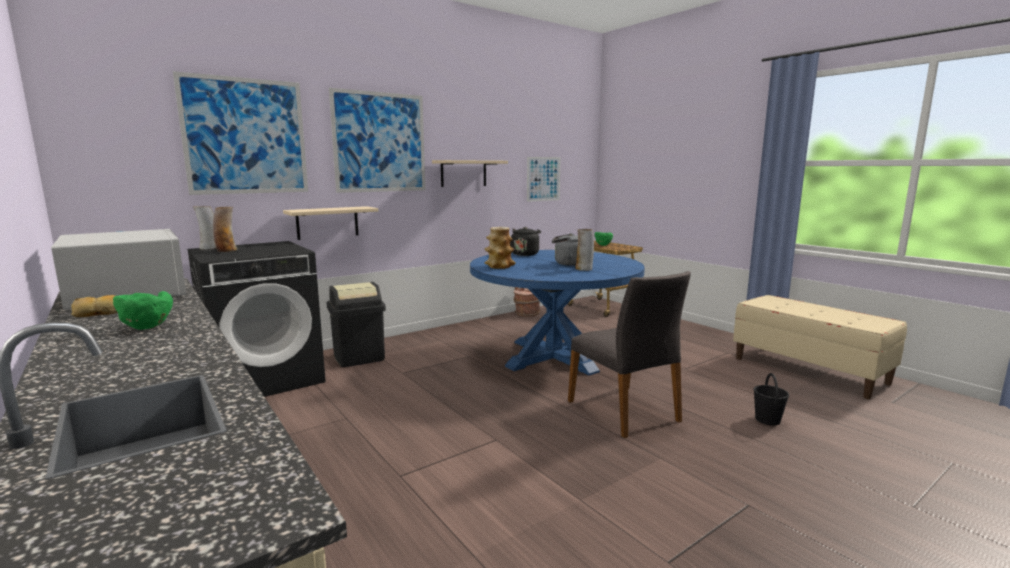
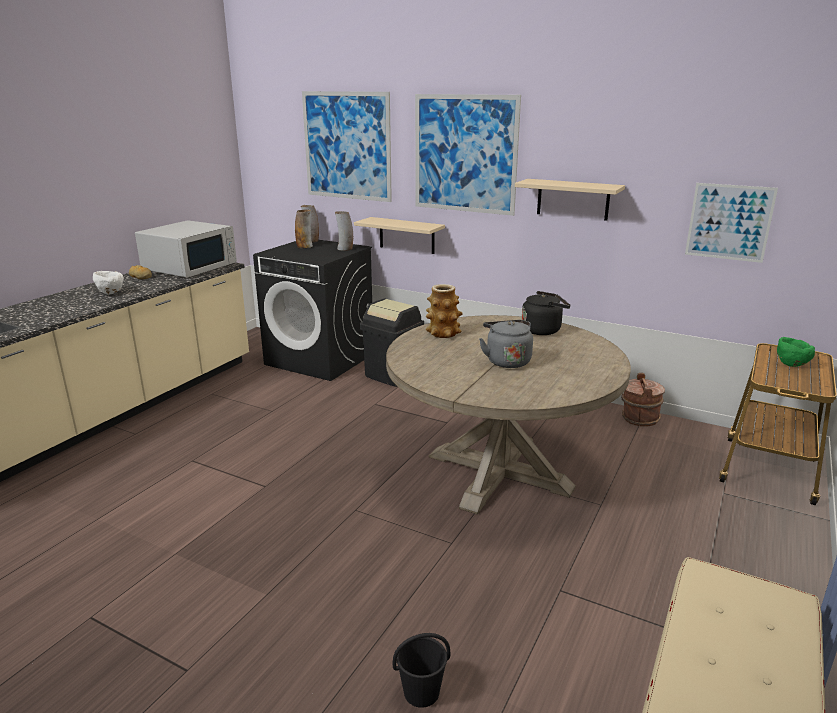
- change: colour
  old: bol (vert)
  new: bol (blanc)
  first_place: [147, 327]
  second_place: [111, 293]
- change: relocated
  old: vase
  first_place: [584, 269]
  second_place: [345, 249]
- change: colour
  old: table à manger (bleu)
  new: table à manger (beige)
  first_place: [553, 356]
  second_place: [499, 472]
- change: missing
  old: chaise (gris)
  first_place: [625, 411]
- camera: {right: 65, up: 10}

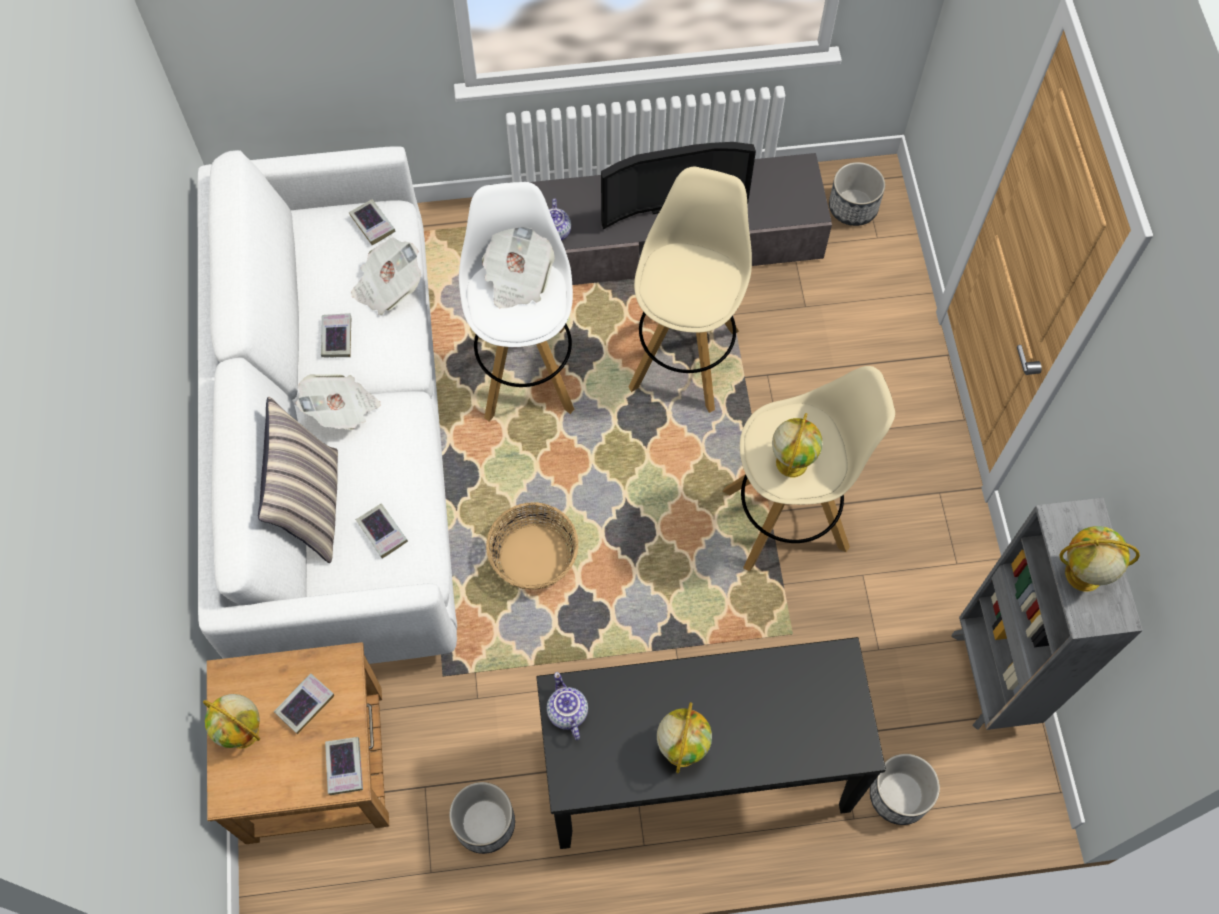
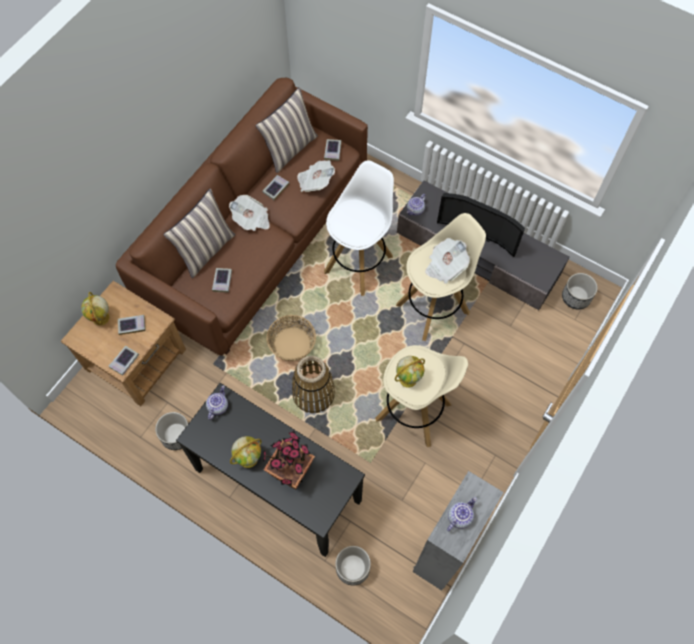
- change: colour
  old: canapé (blanc)
  new: canapé (marron)
  first_place: [342, 446]
  second_place: [257, 240]
- change: appeared
  new: coussin
  second_place: [289, 148]
- change: appeared
  new: plante en pot
  second_place: [291, 473]
- change: appeared
  new: panier
  second_place: [313, 393]
- change: relocated
  old: journal
  first_place: [517, 279]
  second_place: [445, 266]
- change: exchanged
  old: globe
  new: théière
  first_place: [1082, 574]
  second_place: [459, 516]
- camera: {right: 40, up: 0}

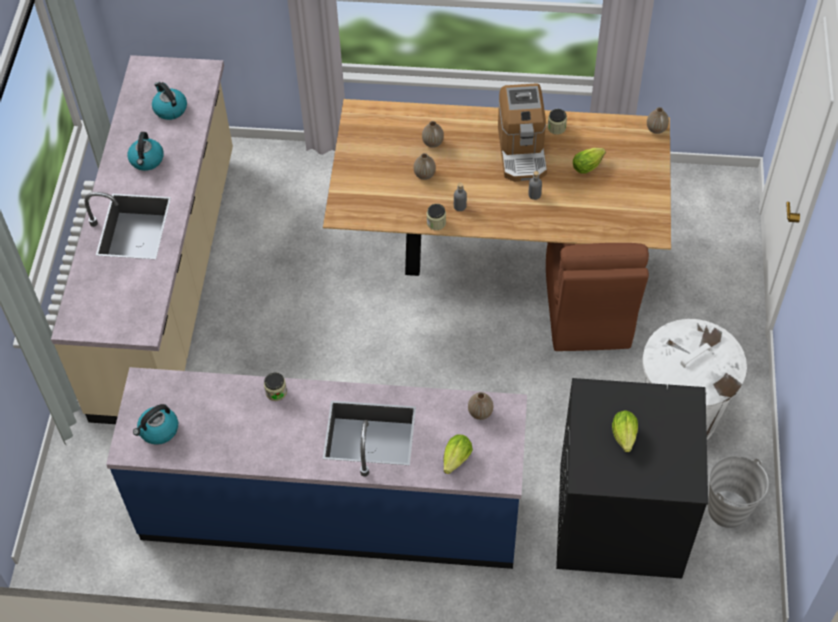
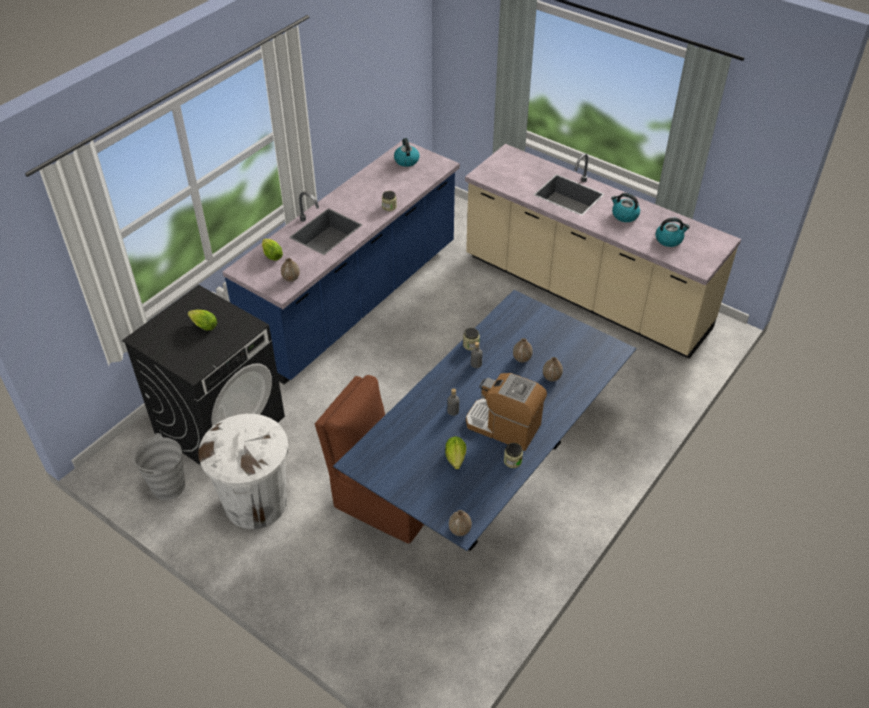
- change: colour
  old: table à manger (marron)
  new: table à manger (bleu)
  first_place: [497, 248]
  second_place: [488, 475]
- camera: {right: 120, up: -10}

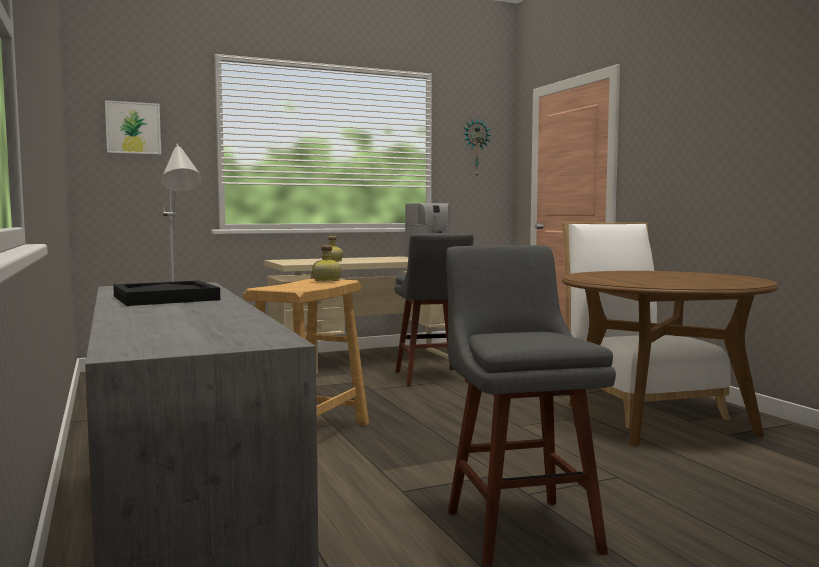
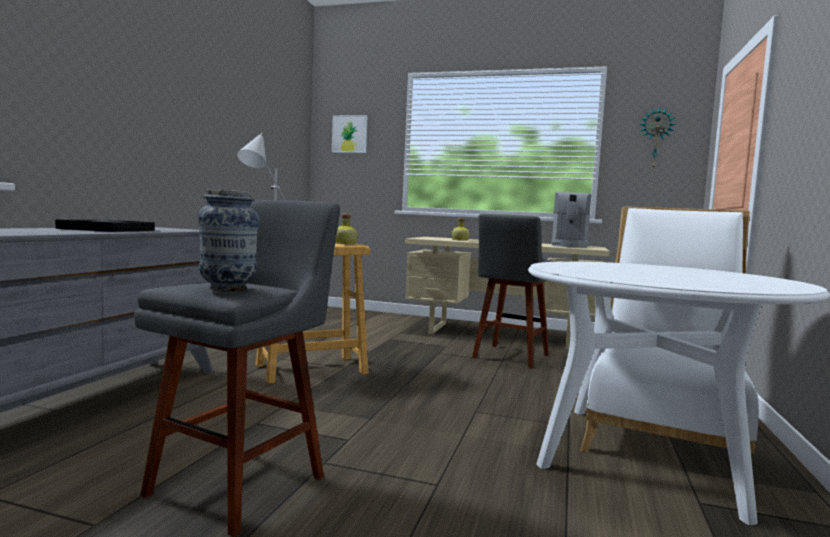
- change: appeared
  new: vase
  second_place: [228, 289]
- change: colour
  old: table à manger (marron)
  new: table à manger (blanc)
  first_place: [659, 419]
  second_place: [646, 455]
- camera: {right: 40, up: 0}

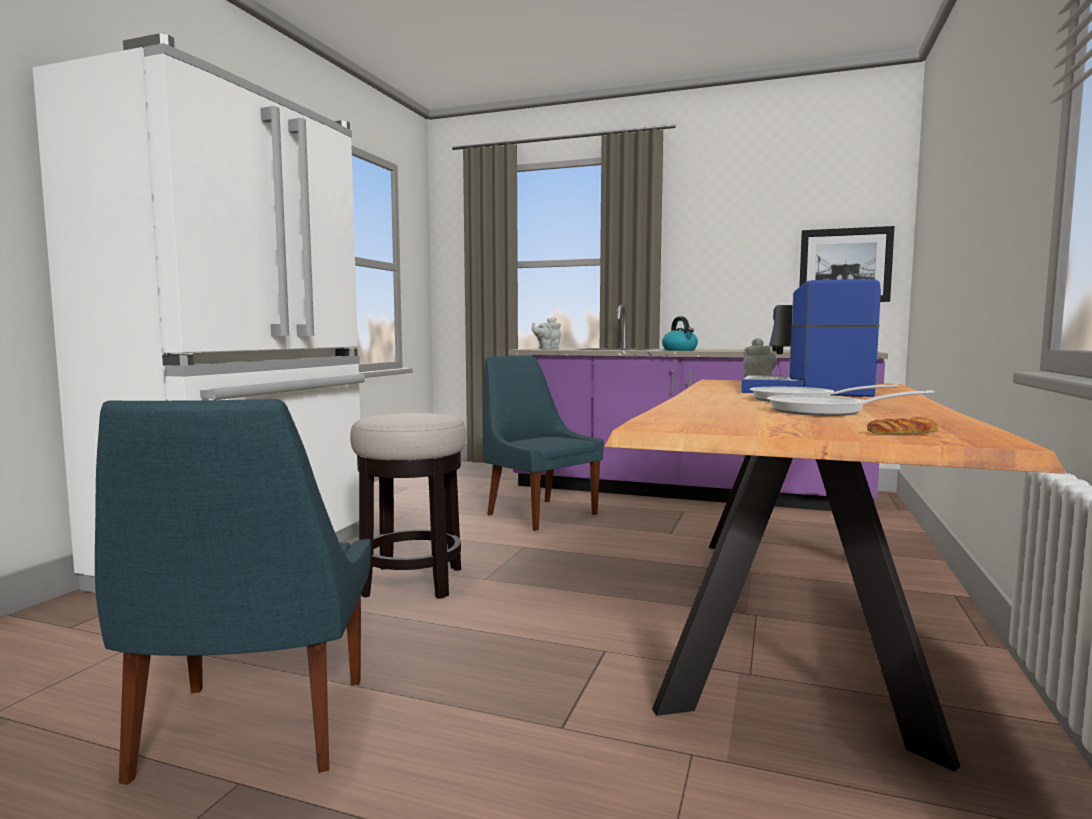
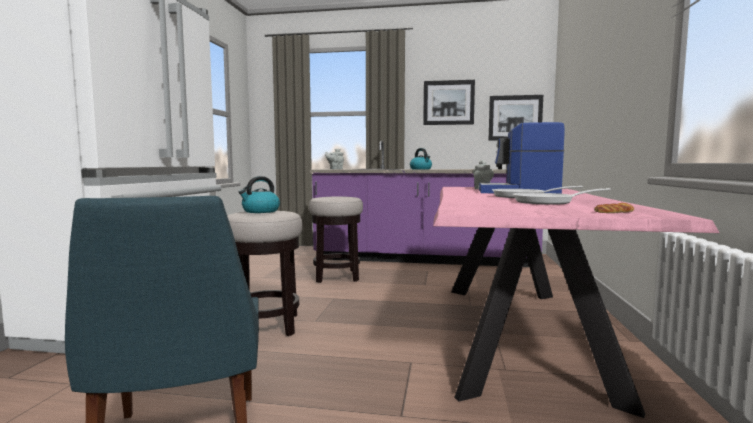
- change: appeared
  new: bouilloire
  second_place: [260, 211]
- change: exchanged
  old: chaise (bleu)
  new: tabouret
  first_place: [539, 514]
  second_place: [336, 276]
- change: appeared
  new: tableau
  second_place: [448, 102]
- change: colour
  old: table à manger (marron)
  new: table à manger (rose)
  first_place: [791, 619]
  second_place: [516, 333]
- camera: {right: -10, up: 0}

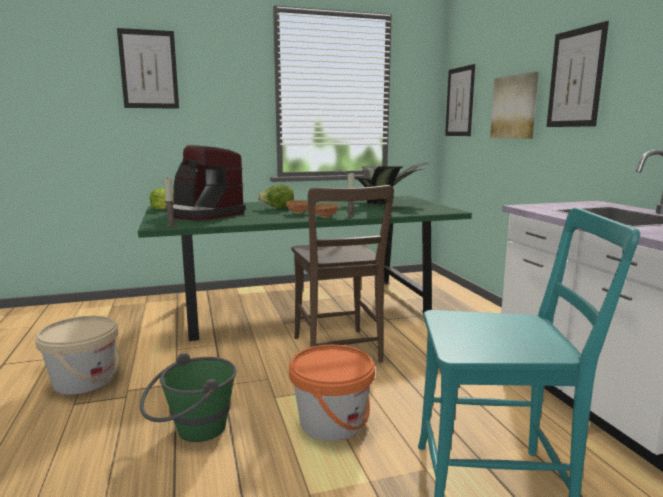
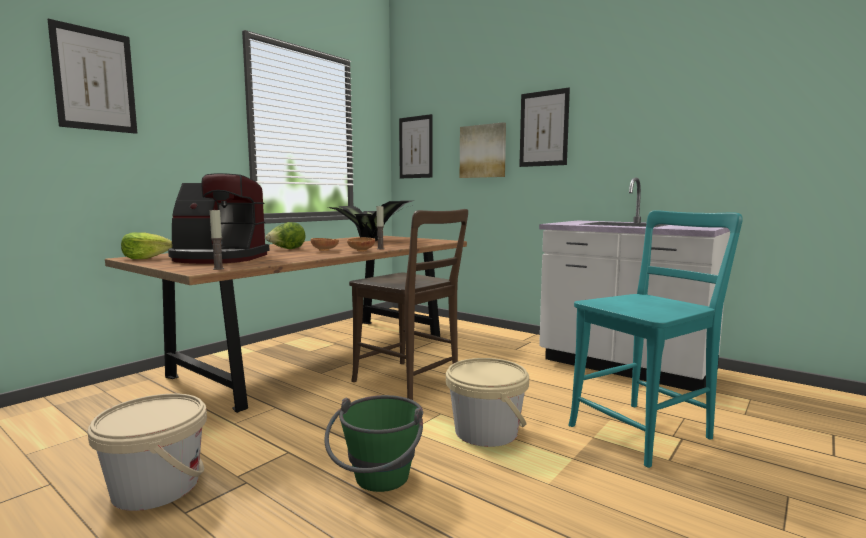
- change: colour
  old: table à manger (vert)
  new: table à manger (marron)
  first_place: [304, 306]
  second_place: [318, 355]
- change: colour
  old: seau (orange)
  new: seau (beige)
  first_place: [332, 421]
  second_place: [486, 431]
- camera: {right: -35, up: -5}

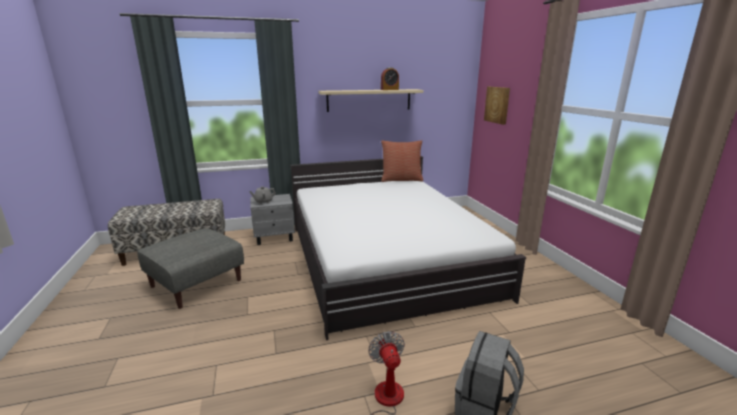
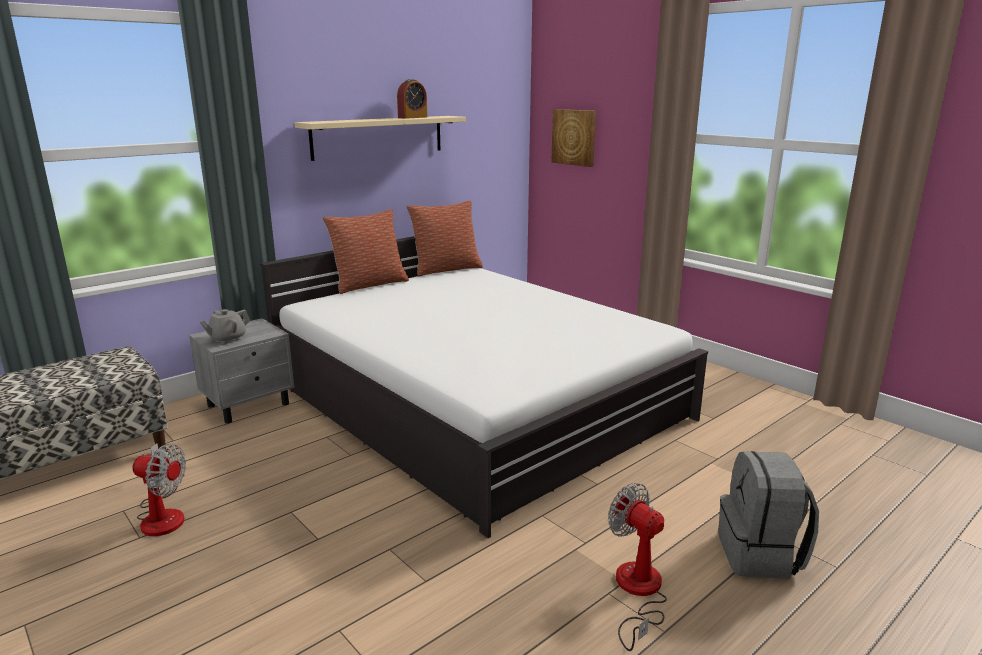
- change: exchanged
  old: pouf (gris)
  new: ventilateur
  first_place: [196, 283]
  second_place: [163, 514]
- change: appeared
  new: coussin
  second_place: [369, 284]
- camera: {right: -25, up: 0}

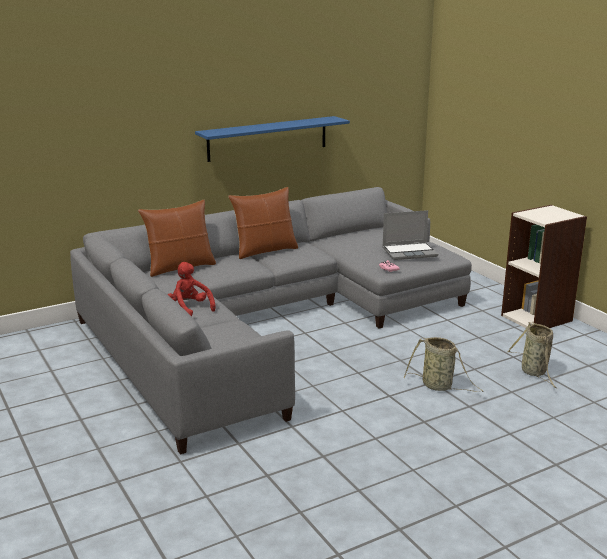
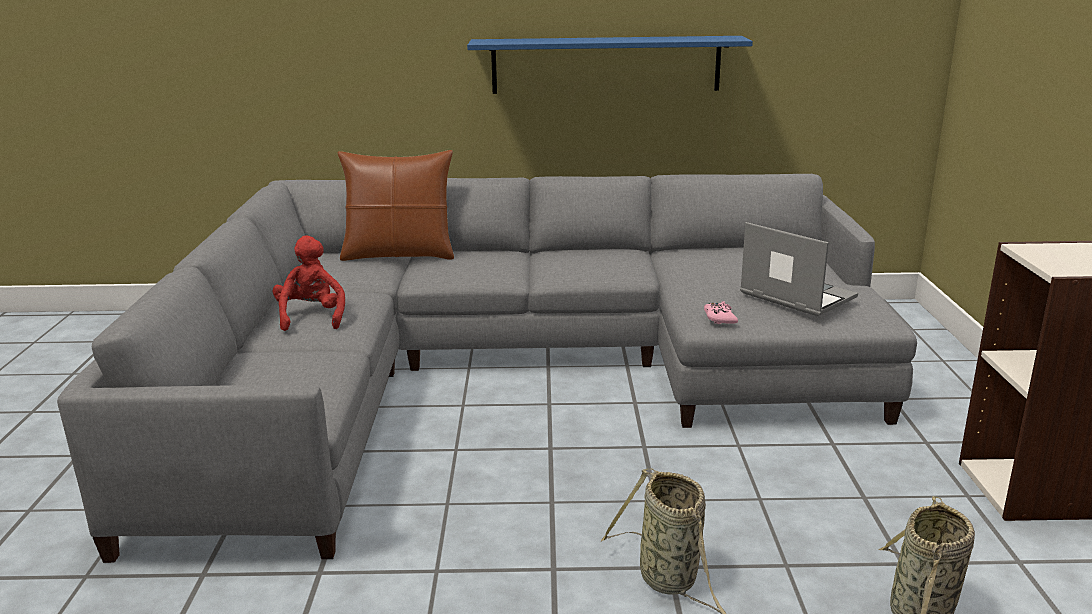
- change: spun
  old: ordinateur portable
  first_place: [410, 252]
  second_place: [795, 296]
  degrees: -150
- change: missing
  old: coussin (marron)
  first_place: [265, 251]
- camera: {right: 30, up: 0}

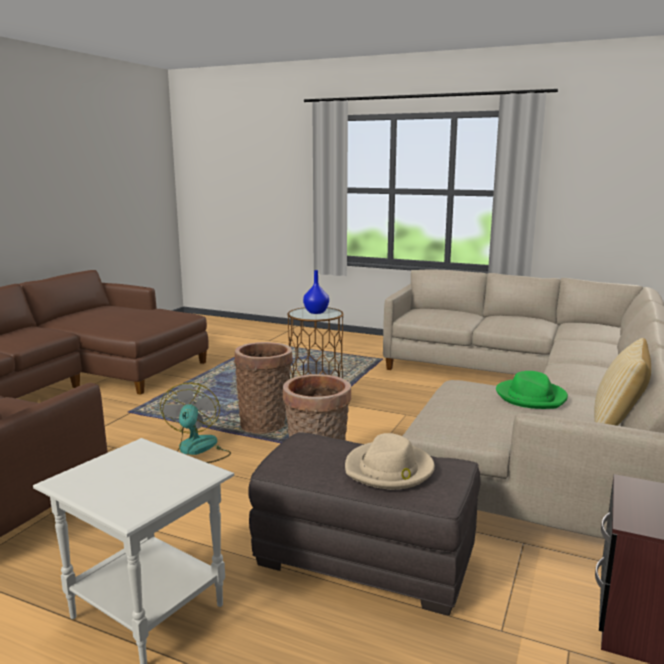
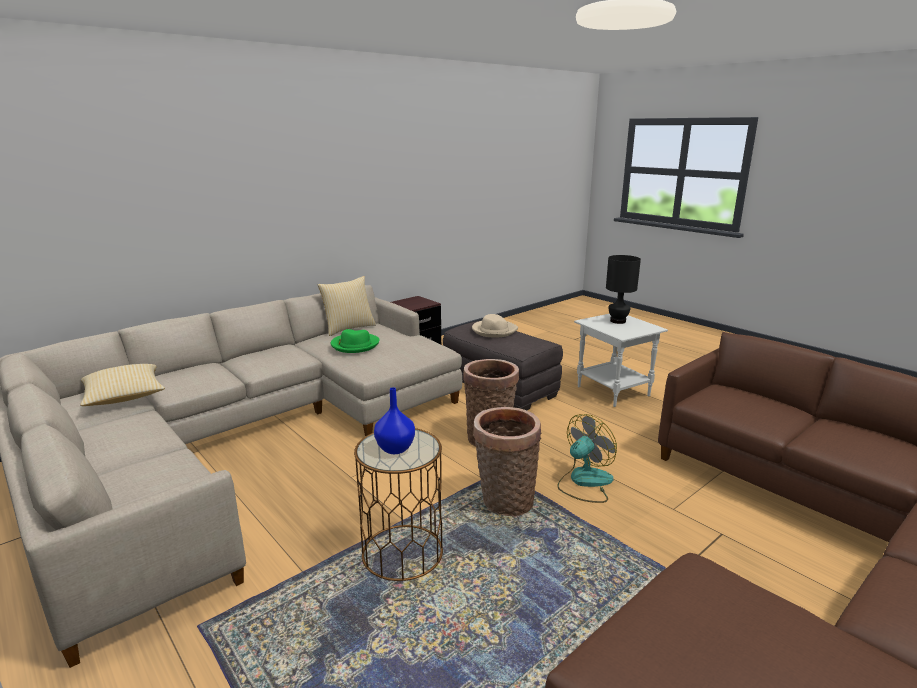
- change: appeared
  new: coussin
  second_place: [124, 397]
- change: spun
  old: ventilateur
  first_place: [197, 450]
  second_place: [584, 482]
  degrees: -150
- change: appeared
  new: lampe de table (noir)
  second_place: [617, 321]
- camera: {right: -155, up: 5}

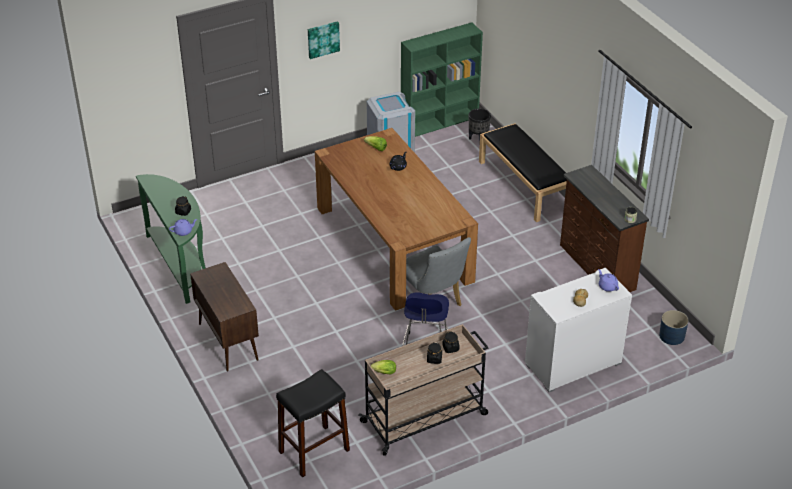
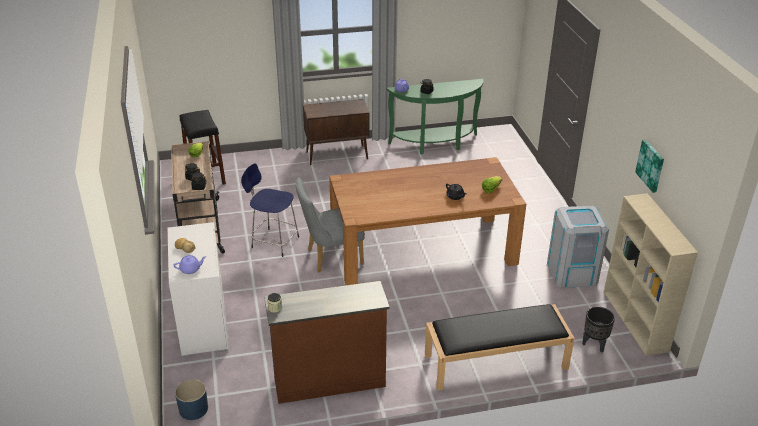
- change: colour
  old: bibliothèque (vert)
  new: bibliothèque (beige)
  first_place: [440, 122]
  second_place: [636, 321]
- change: relocated
  old: tableau
  first_place: [323, 39]
  second_place: [651, 165]
- camera: {right: 105, up: -5}

